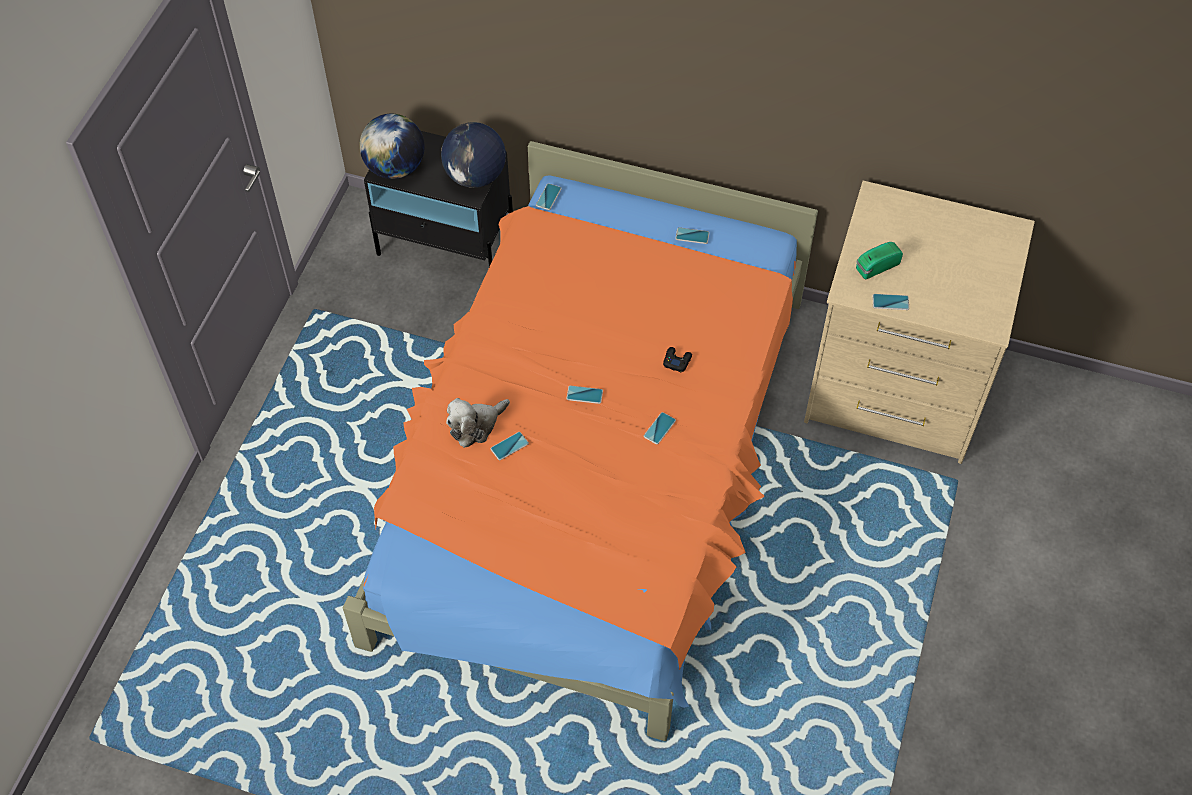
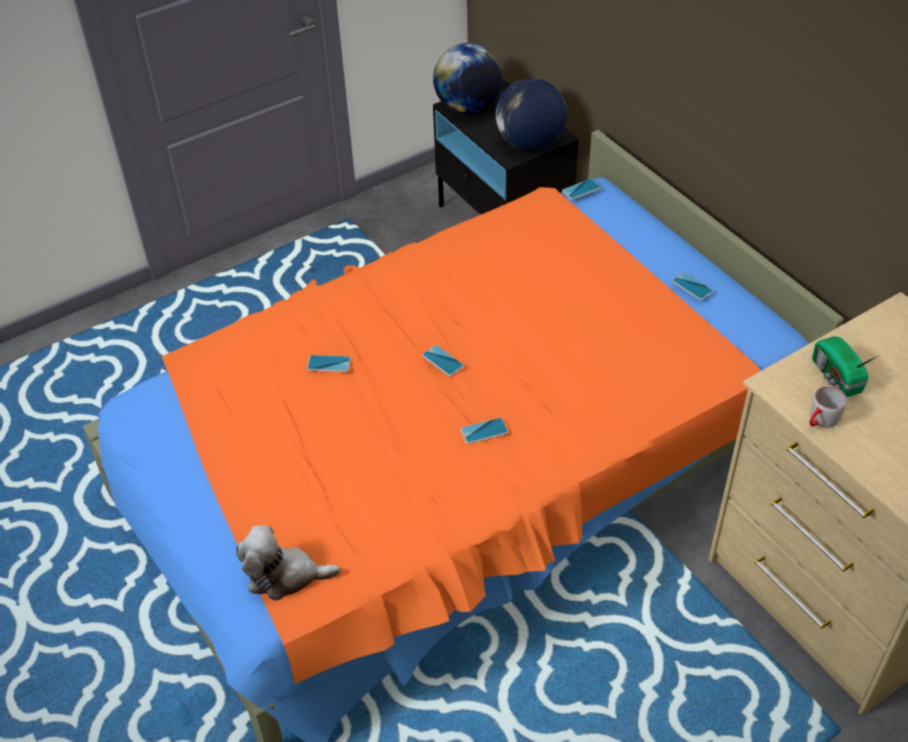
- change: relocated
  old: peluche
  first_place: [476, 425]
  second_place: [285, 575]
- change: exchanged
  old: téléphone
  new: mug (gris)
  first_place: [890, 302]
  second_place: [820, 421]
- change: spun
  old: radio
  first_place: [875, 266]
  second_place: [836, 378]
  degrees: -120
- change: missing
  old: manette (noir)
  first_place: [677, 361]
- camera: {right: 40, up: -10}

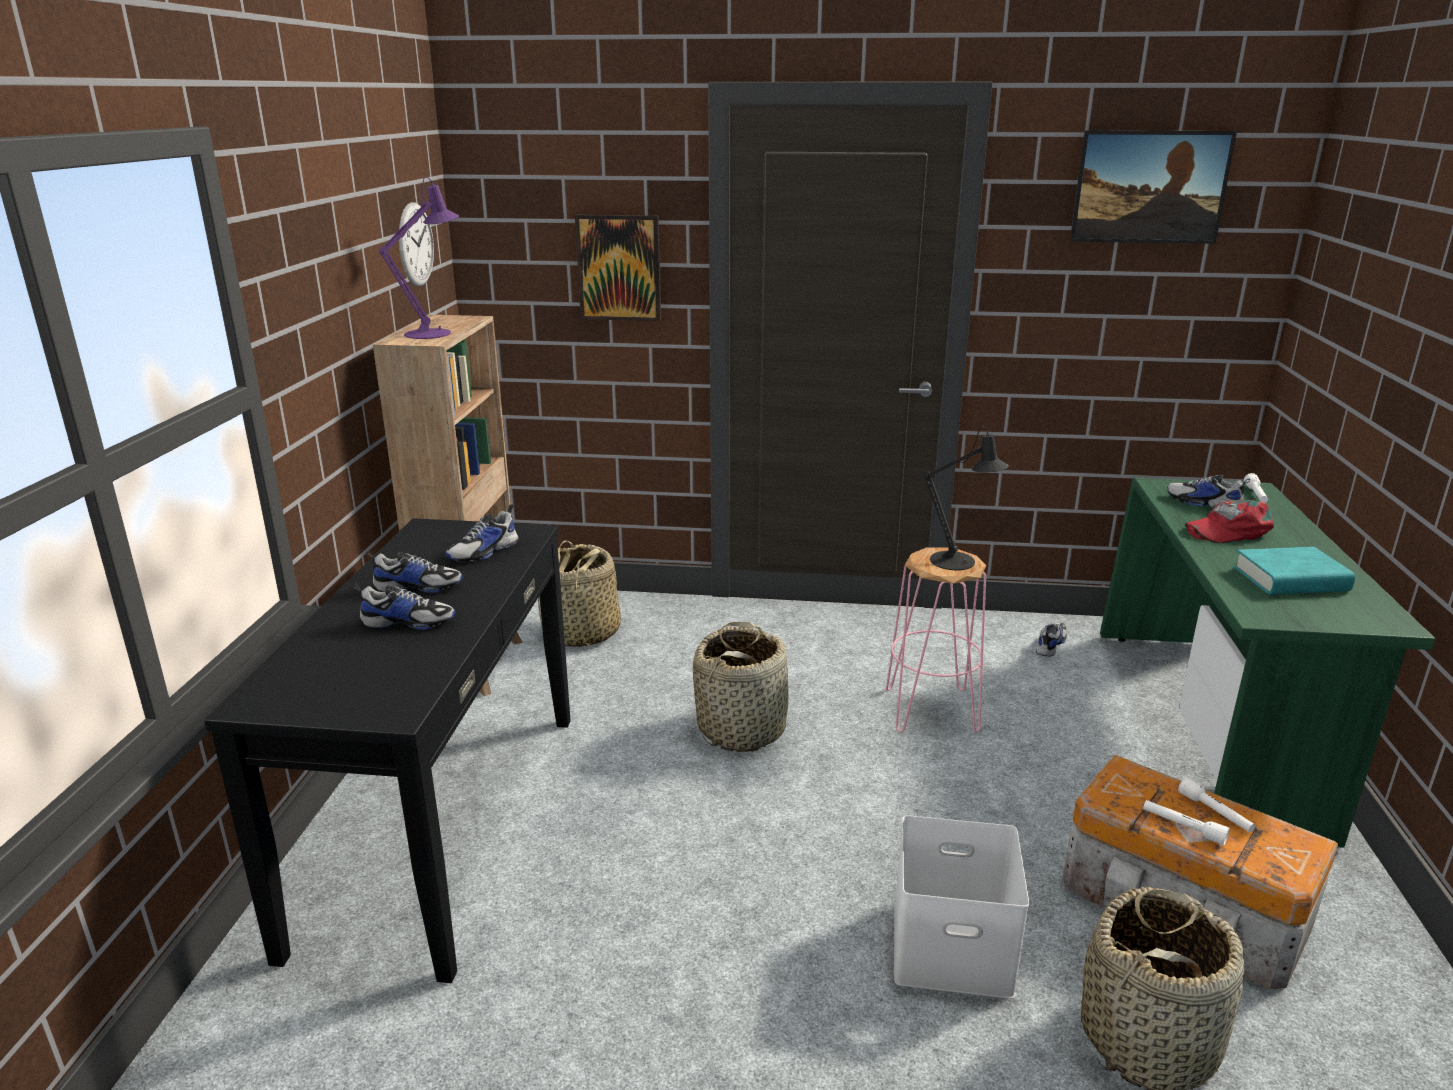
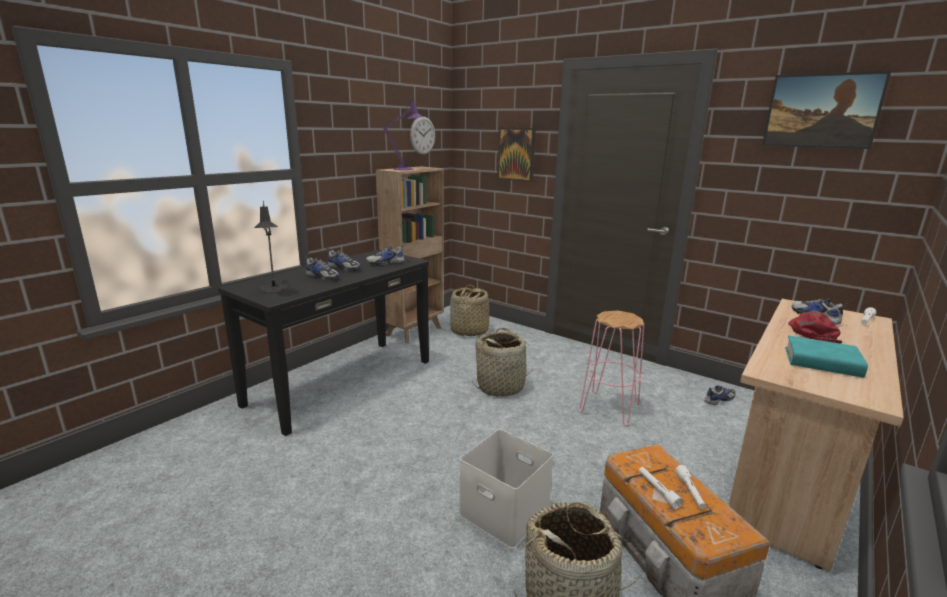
- change: relocated
  old: lampe de table (noir)
  first_place: [958, 562]
  second_place: [274, 289]
- change: colour
  old: bureau (vert)
  new: bureau (beige)
  first_place: [1209, 728]
  second_place: [791, 472]
- change: spun
  old: casquette (rouge)
  first_place: [1228, 530]
  second_place: [812, 332]
  degrees: 90
- camera: {right: 30, up: -5}

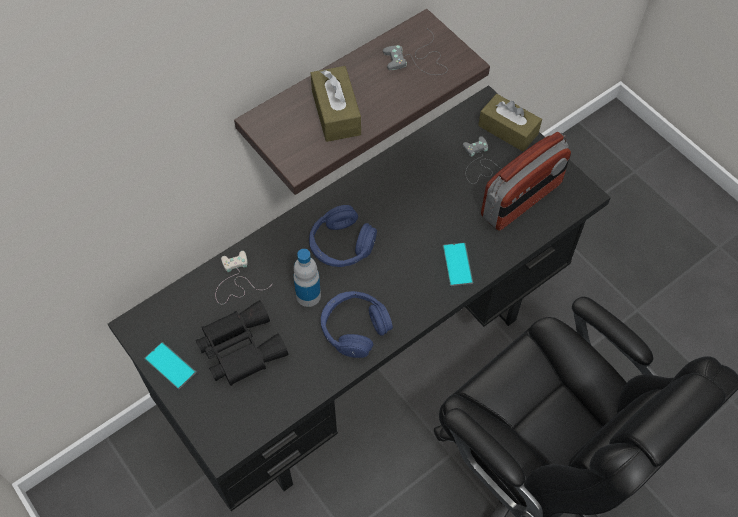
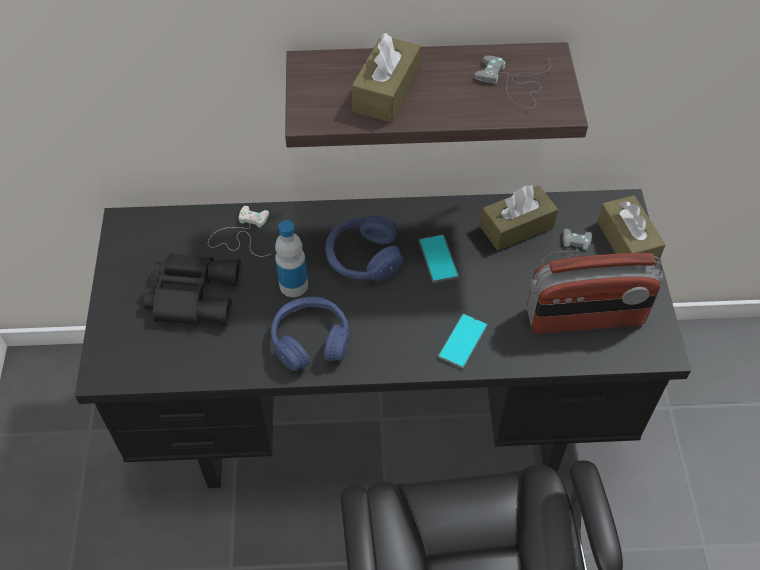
- change: relocated
  old: téléphone
  first_place: [170, 366]
  second_place: [438, 259]
- change: appeared
  new: boîte à mouchoirs (marron)
  second_place: [516, 227]
- camera: {right: 35, up: -5}

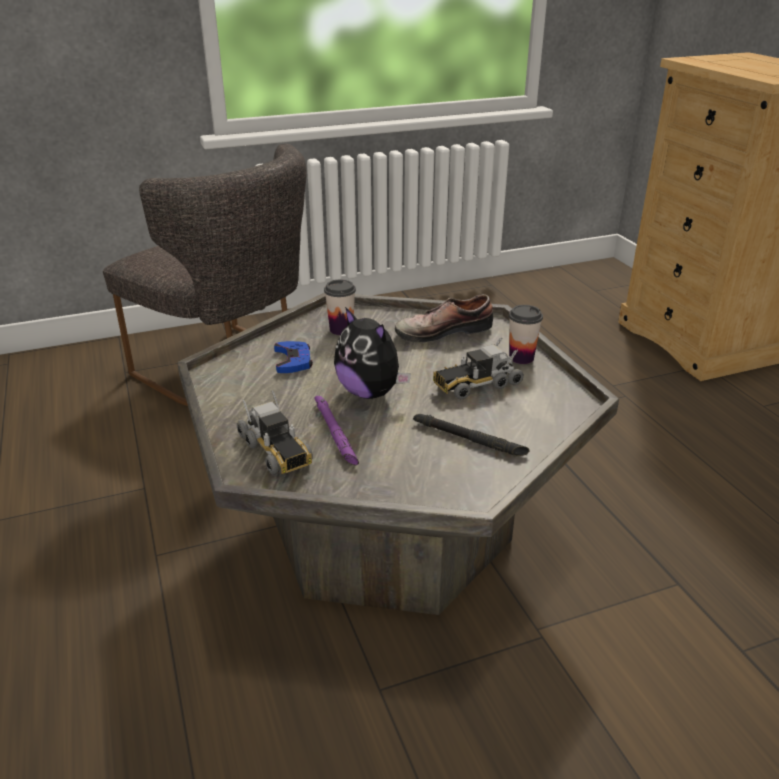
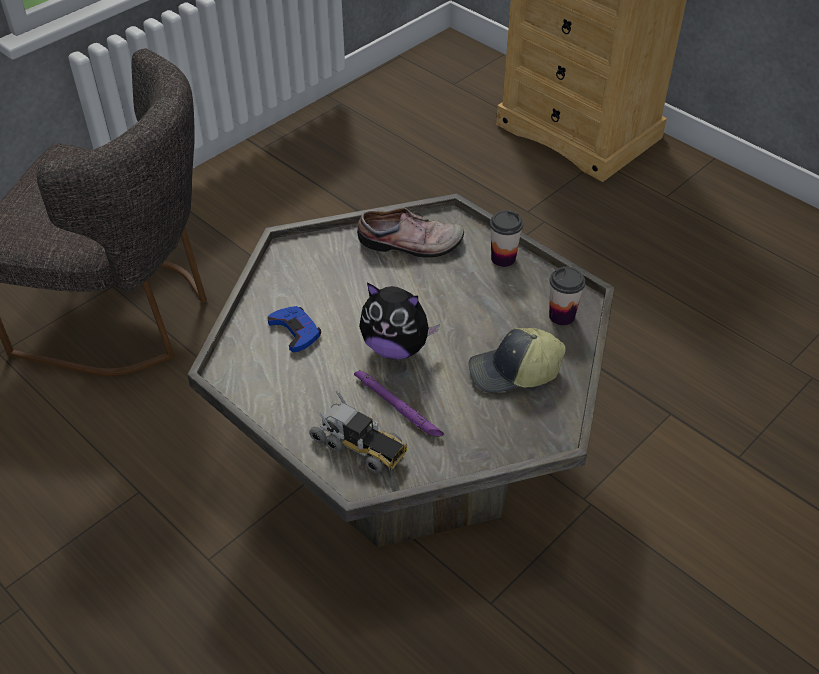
- change: spun
  old: chaussure
  first_place: [442, 330]
  second_place: [410, 244]
  degrees: -135
- change: exchanged
  old: lampe de poche (noir)
  new: casquette
  first_place: [469, 439]
  second_place: [514, 372]
- change: relocated
  old: tasse
  first_place: [341, 329]
  second_place: [561, 316]
- change: missing
  old: camion jouet
  first_place: [476, 384]
- camera: {right: -25, up: 15}

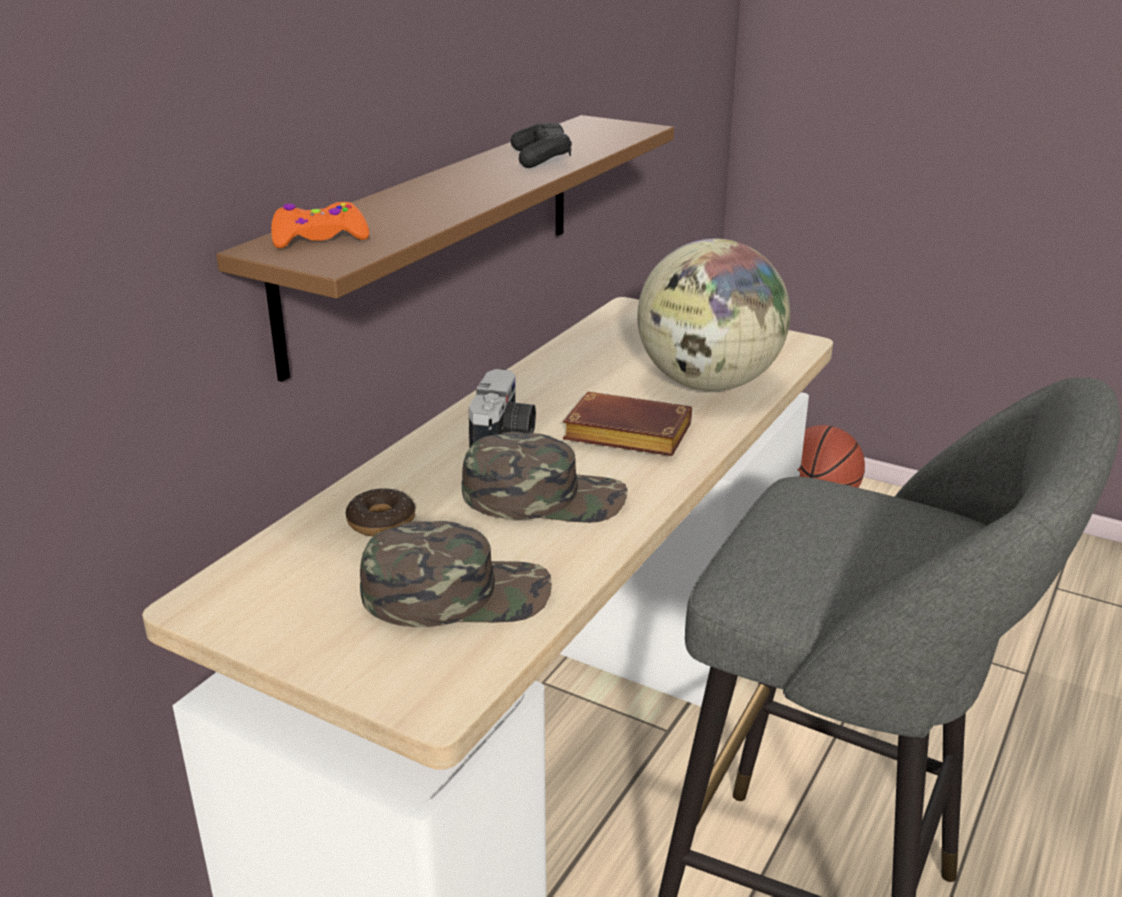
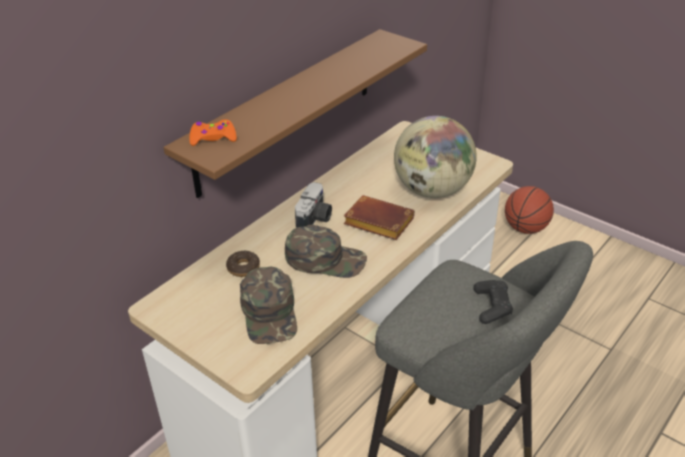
- change: spun
  old: casquette (vert)
  first_place: [457, 592]
  second_place: [270, 313]
  degrees: 75
- change: relocated
  old: manette (noir)
  first_place: [541, 158]
  second_place: [492, 306]
- camera: {right: 10, up: 10}

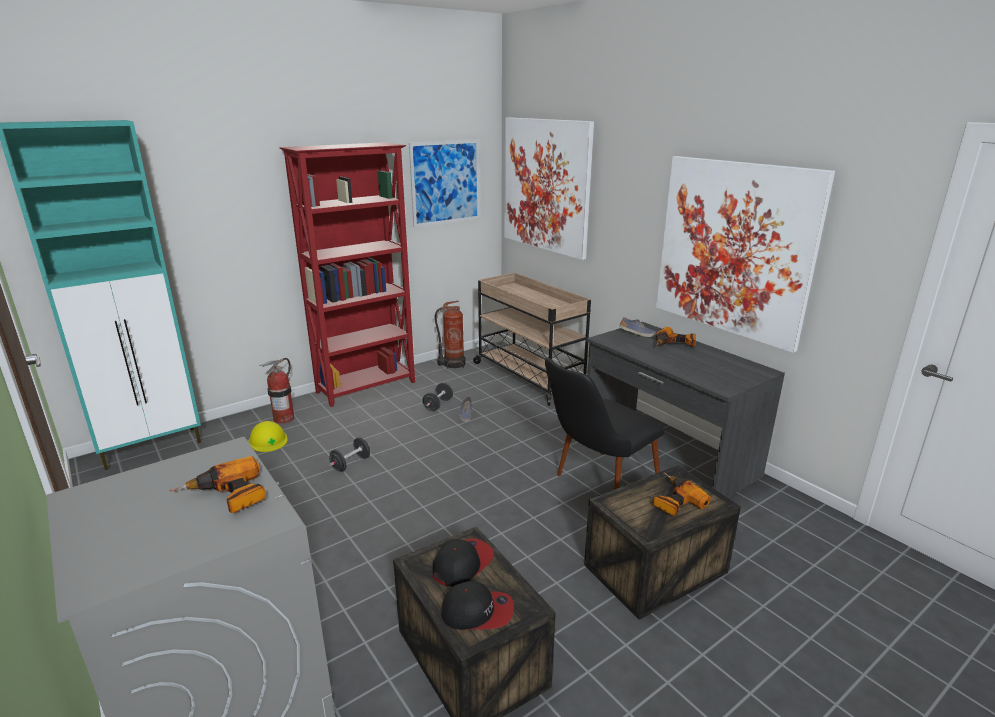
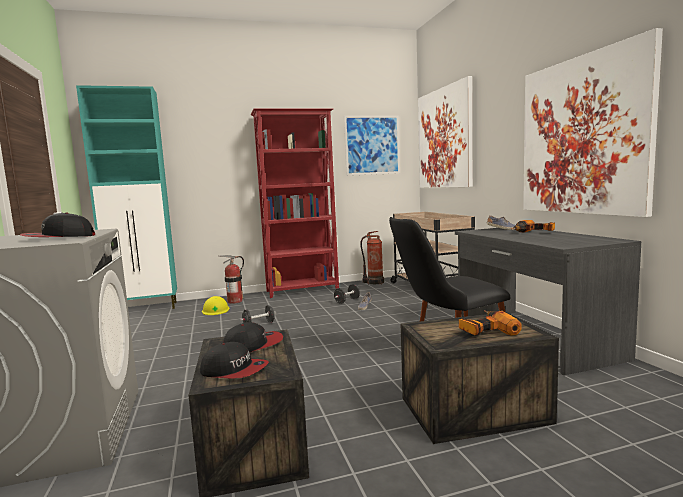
- change: exchanged
  old: perceuse
  new: casquette
  first_place: [228, 497]
  second_place: [59, 237]
- camera: {right: 20, up: -15}

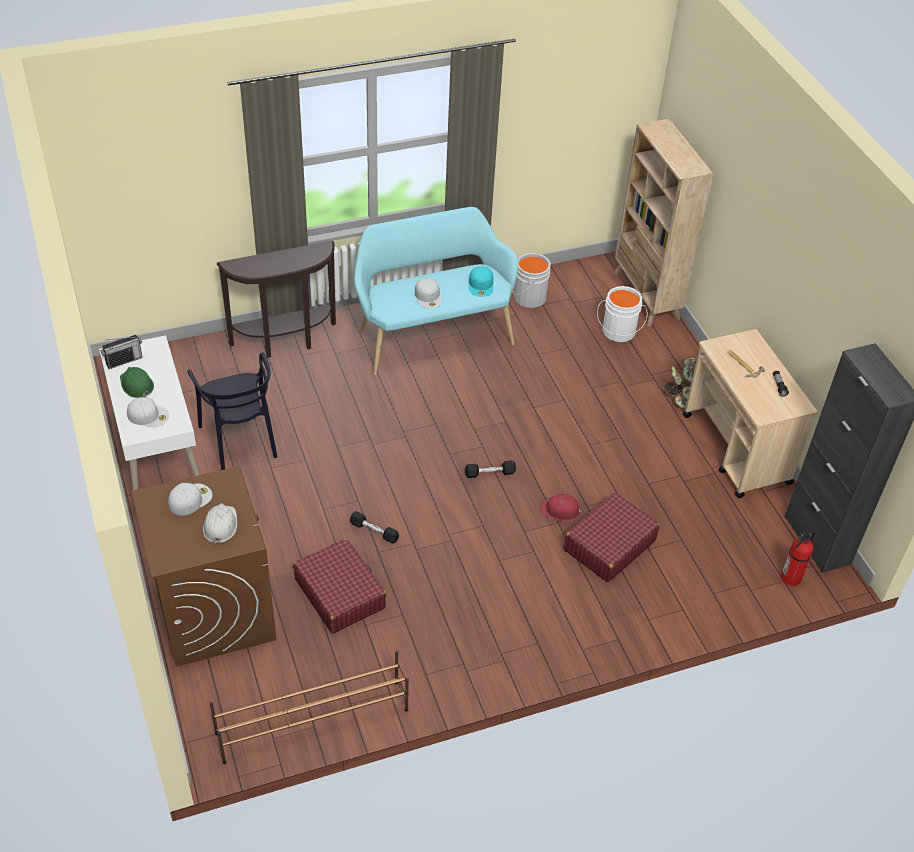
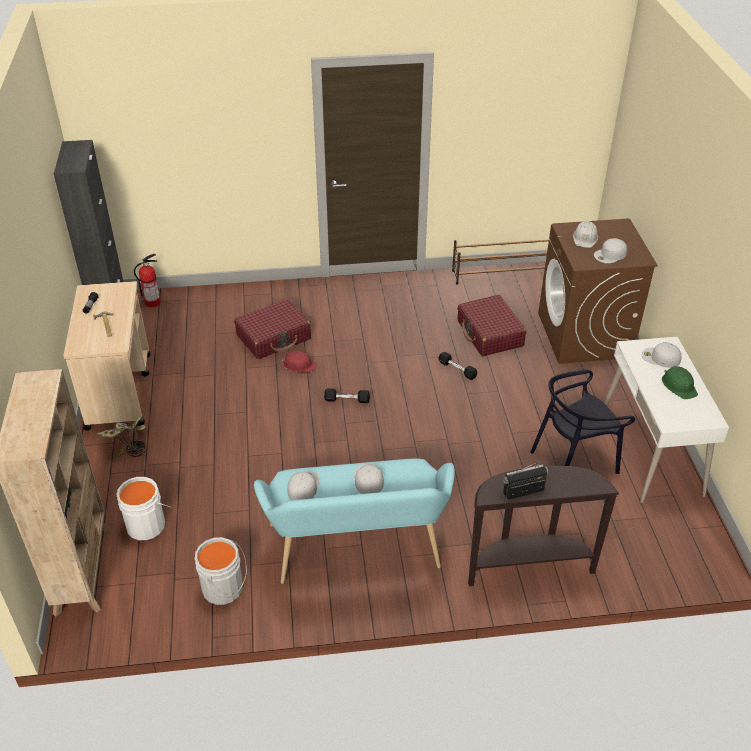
- change: colour
  old: casquette (turquoise)
  new: casquette (blanc)
  first_place: [481, 285]
  second_place: [303, 486]
- change: relocated
  old: radio
  first_place: [124, 360]
  second_place: [523, 491]
- change: spun
  old: chaise (noir)
  first_place: [240, 440]
  second_place: [573, 459]
  degrees: -105
- camera: {right: -165, up: -5}

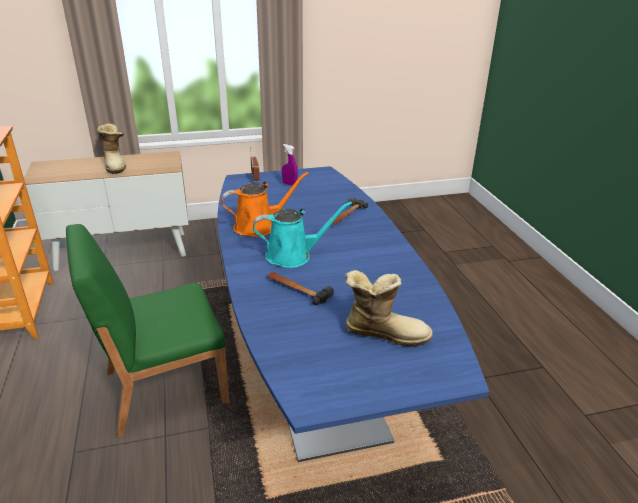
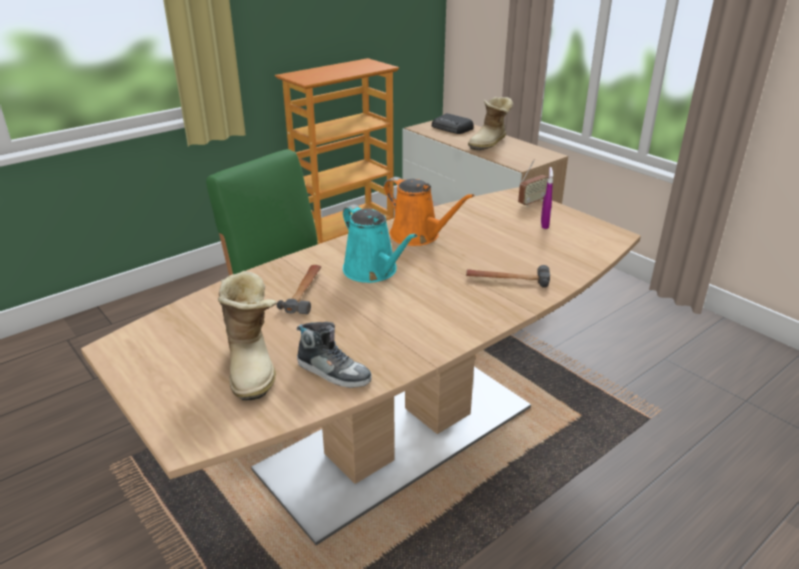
- change: colour
  old: table à manger (bleu)
  new: table à manger (marron)
  first_place: [317, 368]
  second_place: [400, 437]
- change: appeared
  new: chaussure
  second_place: [333, 371]
- change: appeared
  new: radio
  second_place: [452, 128]
- camera: {right: 65, up: 0}

